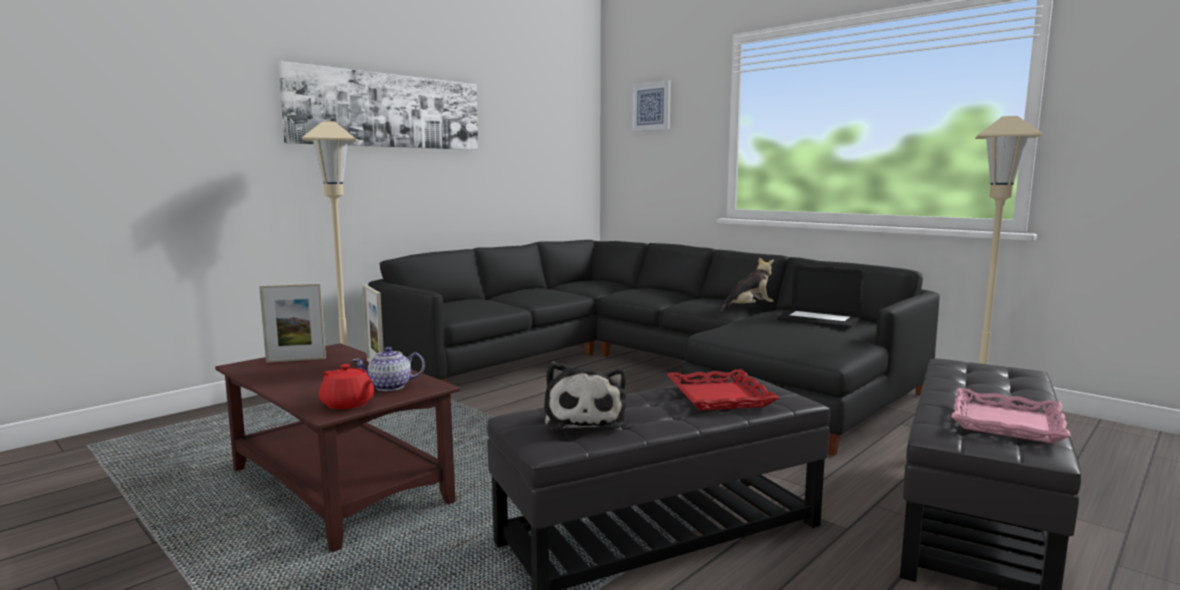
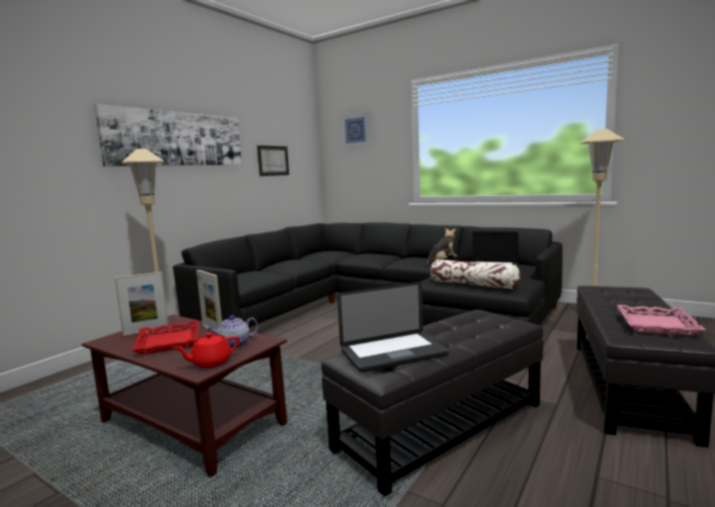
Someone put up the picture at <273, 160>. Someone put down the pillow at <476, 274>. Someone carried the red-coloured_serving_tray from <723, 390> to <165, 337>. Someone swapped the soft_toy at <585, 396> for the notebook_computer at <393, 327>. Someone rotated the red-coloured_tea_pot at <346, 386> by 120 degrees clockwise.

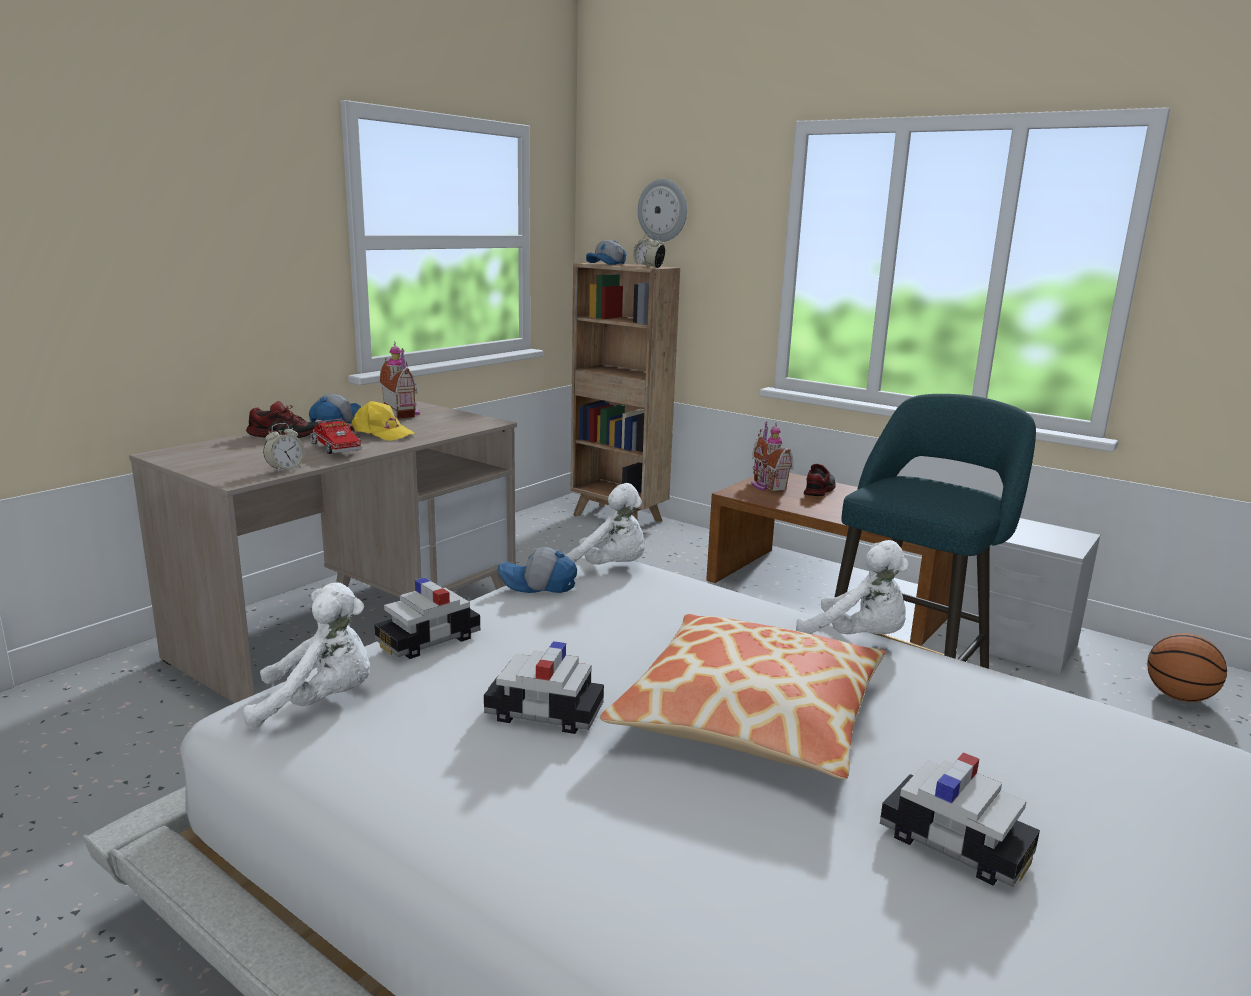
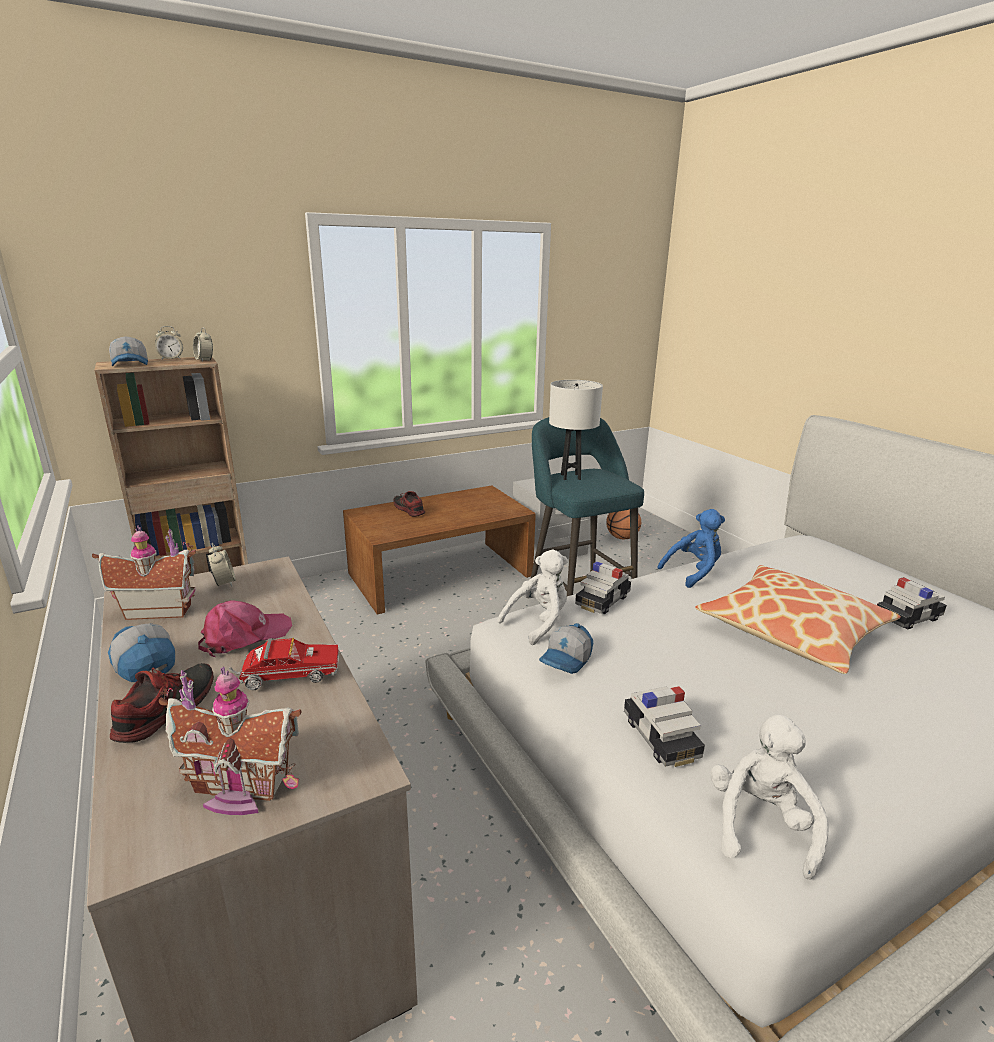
Someone took away the wall_clock at <662, 210>. Someone put down the white_table_lamp at <576, 430>. Someone carried the alarm_clock from <284, 448> to <221, 565>. Someone carried the miniature_car from <544, 687> to <603, 587>. Someone carried the model_house from <772, 456> to <230, 741>. Someone repainted the yellowish_baseball_cap at <383, 421>, which became the pinkish_baseball_cap at <245, 628>. Someone repainted the white_soft_toy at <852, 587>, which became the blue-coloured_soft_toy at <691, 548>.

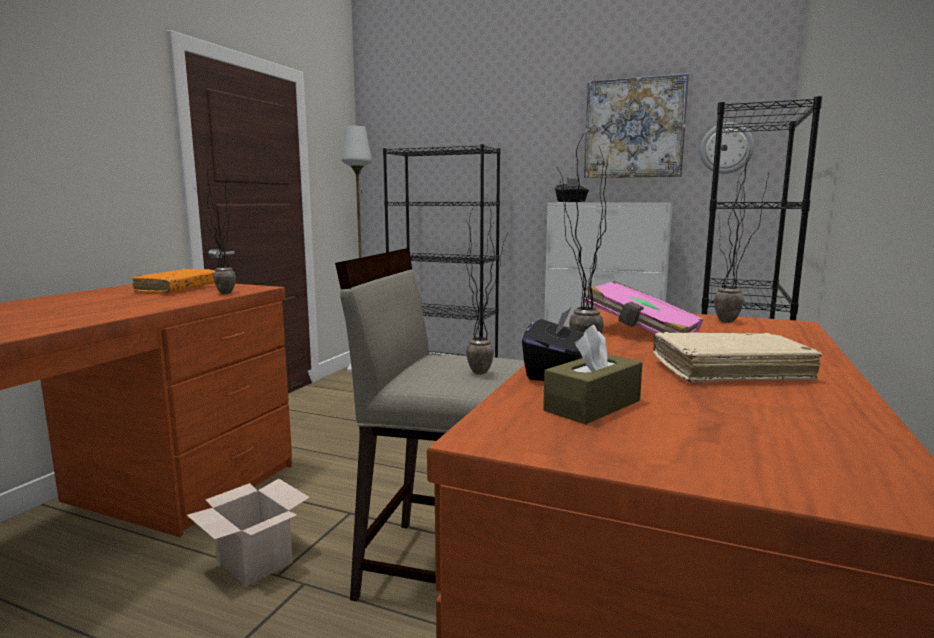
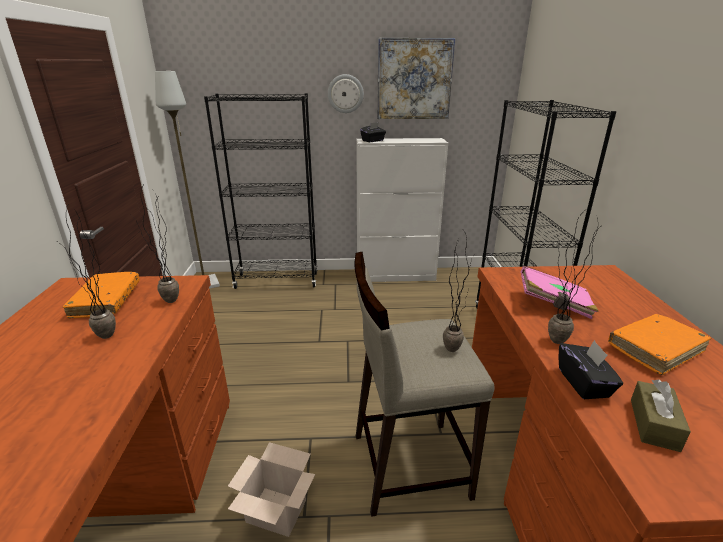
Someone carried the wall_clock from <727, 148> to <346, 93>. Someone carried the houseplant from <741, 235> to <87, 272>. Someone repainted the sand-coloured_volume at <737, 357>, which became the orangey_volume at <659, 344>.

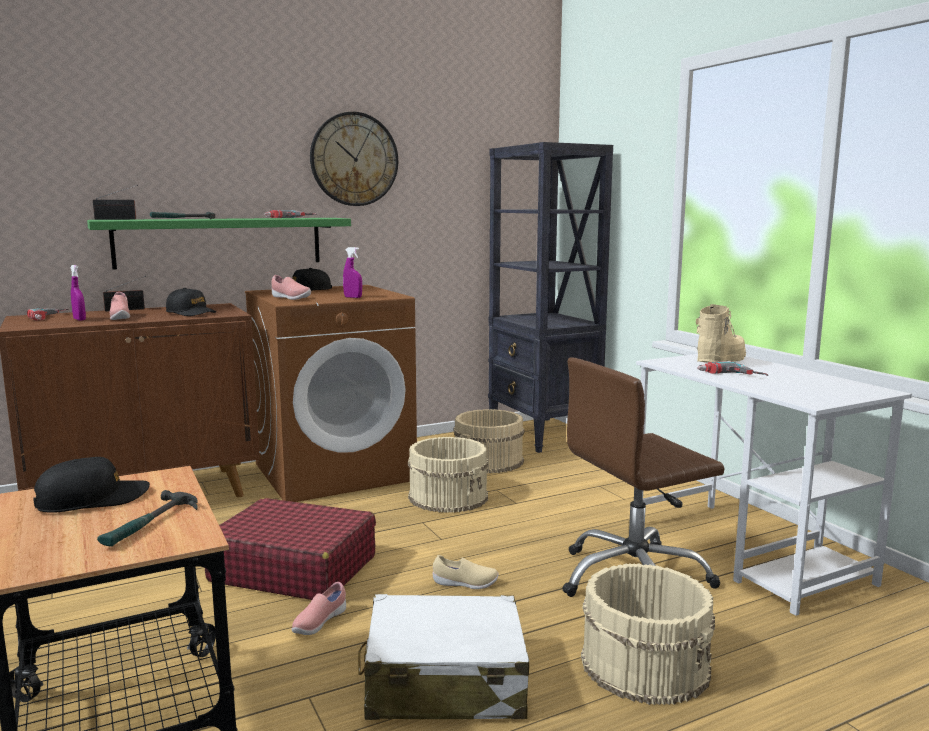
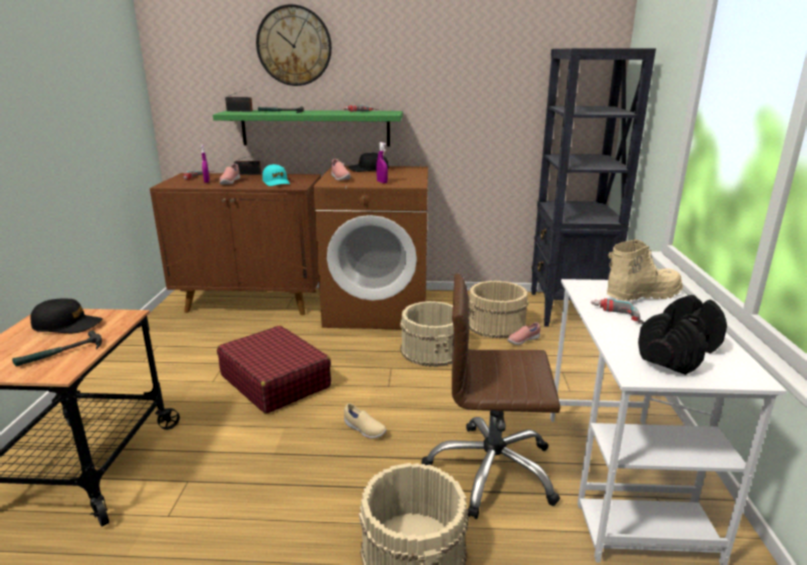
Someone took away the white_travel_case at <443, 657>. Someone put down the blackish_free_weight at <682, 335>. Someone carried the pinkish_item_of_footwear from <318, 608> to <524, 333>. Someone carried the wall_clock from <354, 159> to <294, 45>. Someone repainted the blackish_baseball_cap at <191, 302>, which became the turquoise_baseball_cap at <276, 175>.

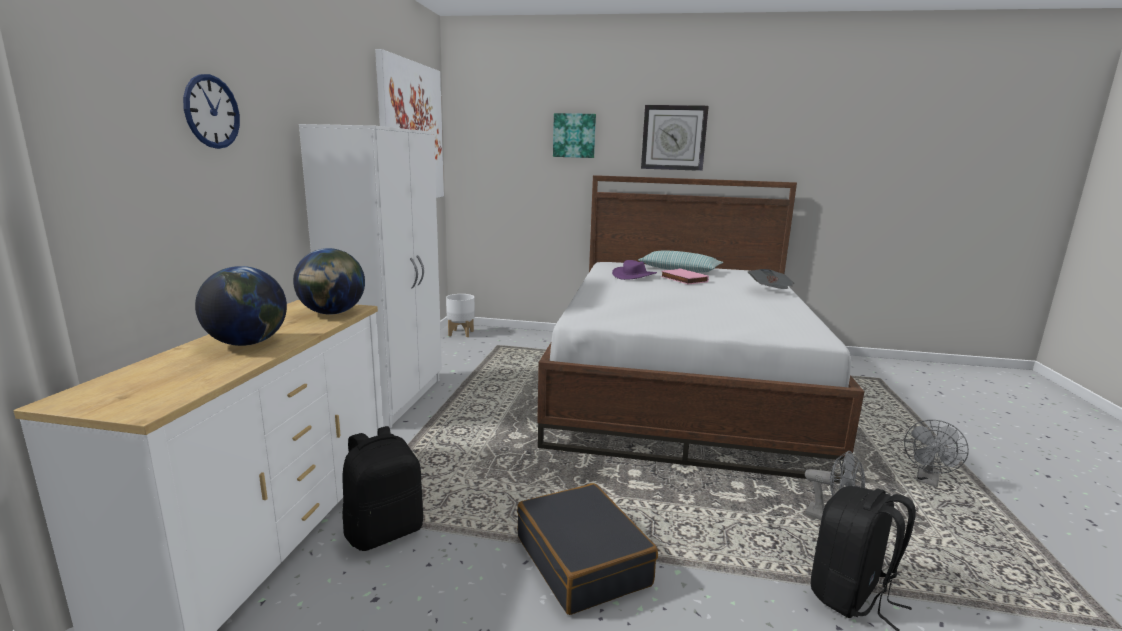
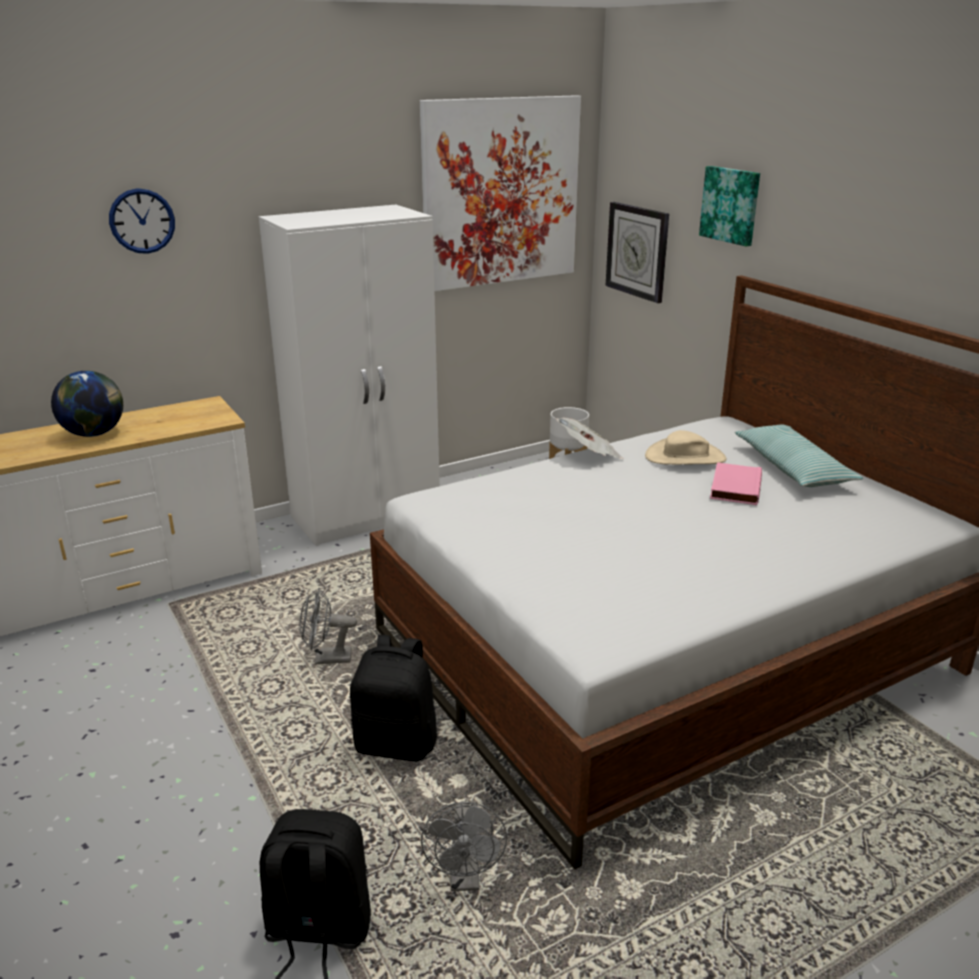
Someone took away the globe at <329, 281>. Someone took away the blackish_travel_case at <587, 549>. Someone carried the blackish_knapsack from <383, 488> to <393, 698>. Someone carried the wall_clock from <675, 138> to <637, 252>. Someone carried the newspaper from <771, 279> to <590, 438>. Someone carried the gray_cooling_fan from <936, 453> to <328, 626>. Someone repainted the purplish_clothing_hat at <634, 270>, which became the sand-coloured_clothing_hat at <685, 447>.

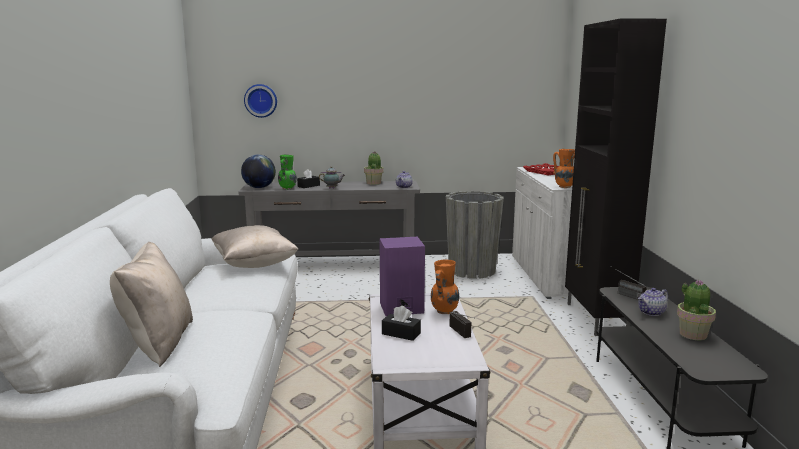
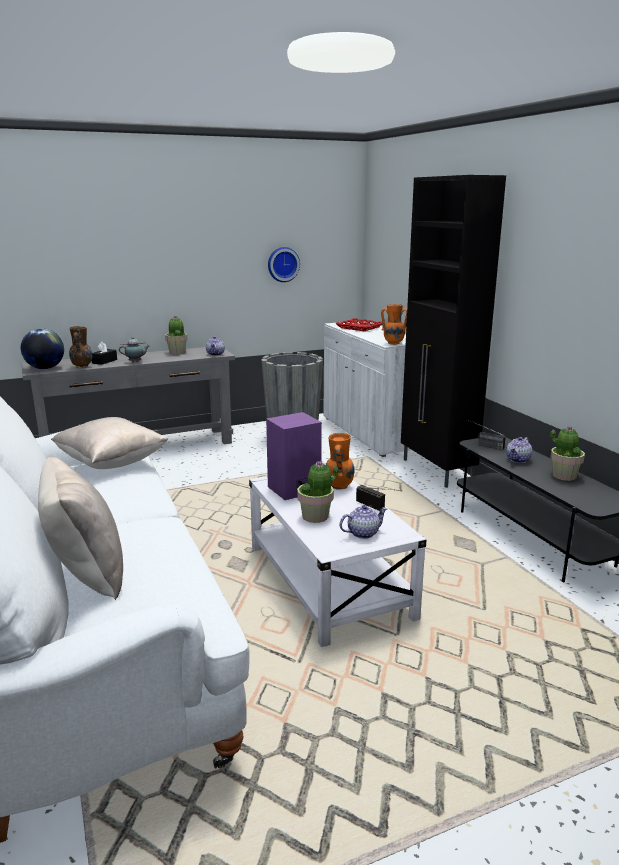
Someone put down the tea_pot at <364, 522>. Someone carried the wall_clock from <260, 101> to <284, 264>. Someone swapped the blackish_tissue_box at <401, 323> for the houseplant at <318, 492>. Someone repainted the green_flower_vase at <287, 172>, which became the brown_flower_vase at <80, 347>.

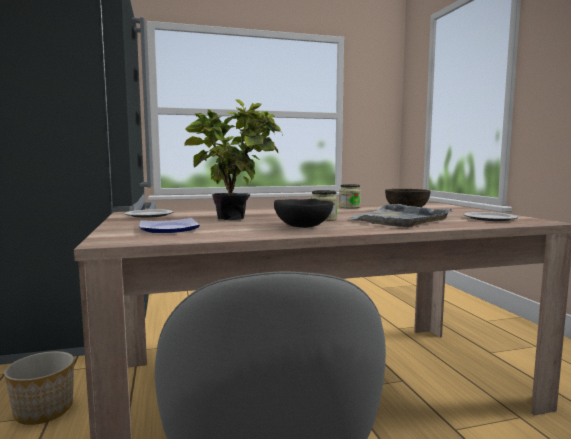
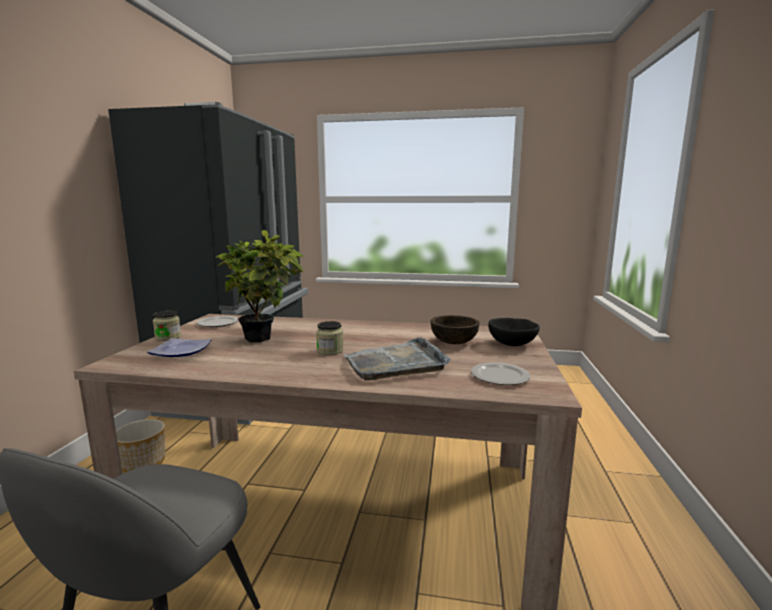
Someone carried the blackish_bowl from <303, 213> to <514, 332>. Someone carried the jar from <350, 196> to <167, 326>.

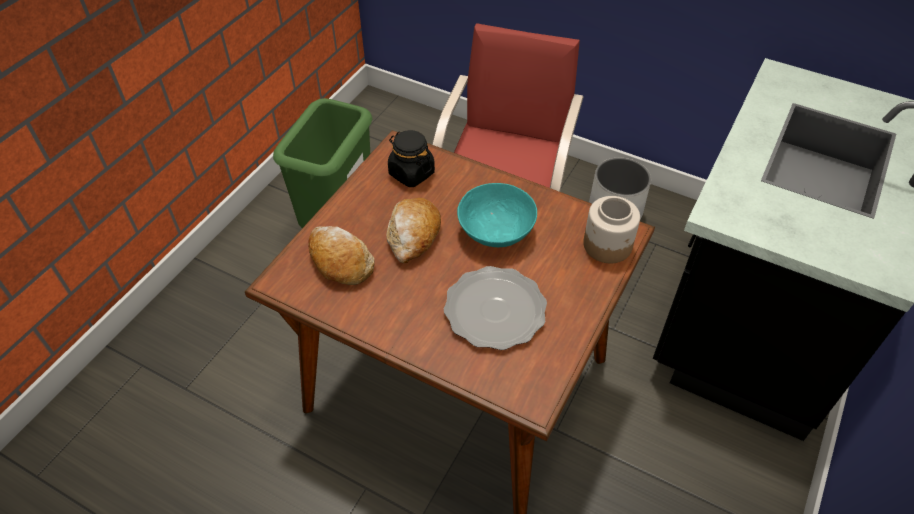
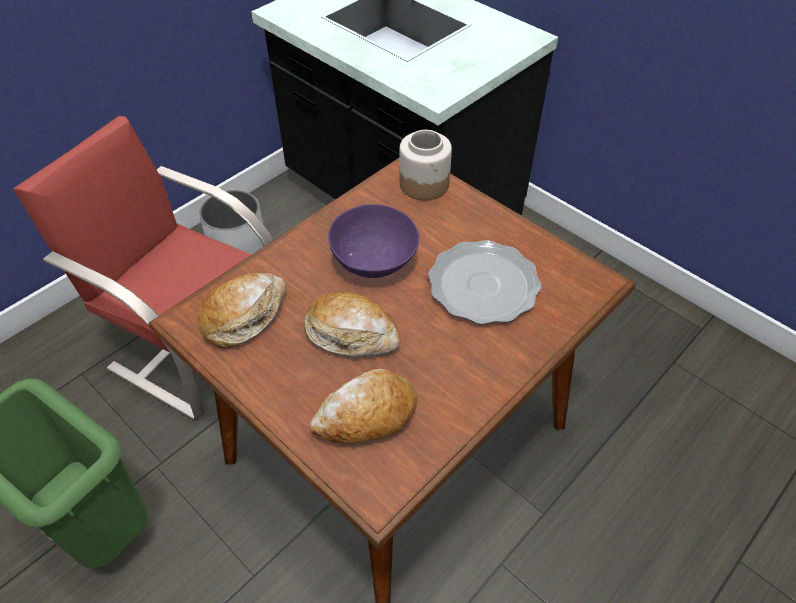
Someone swapped the blackish_jar at <411, 158> for the bakery_bread at <242, 310>. Someone repainted the turquoise_bowl at <497, 215>, which became the purplish_bowl at <373, 241>.

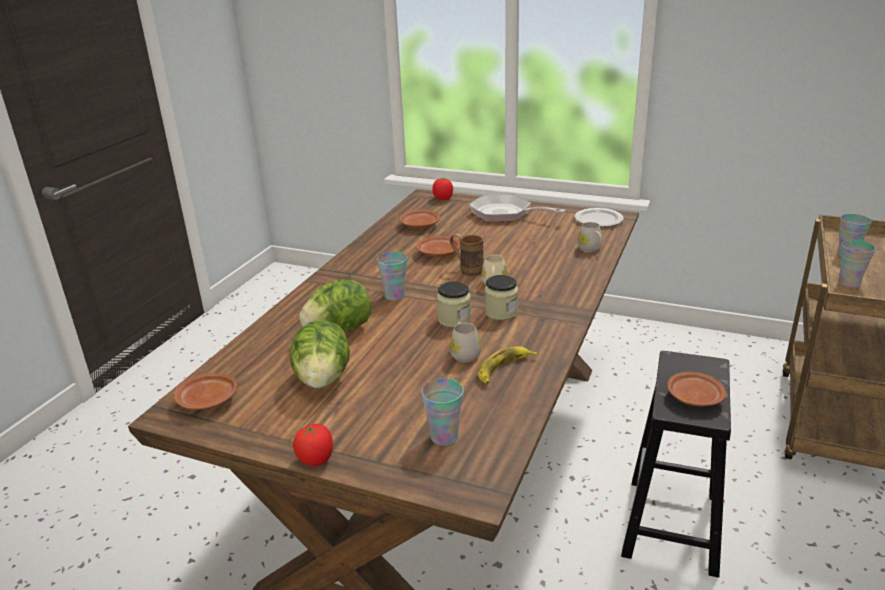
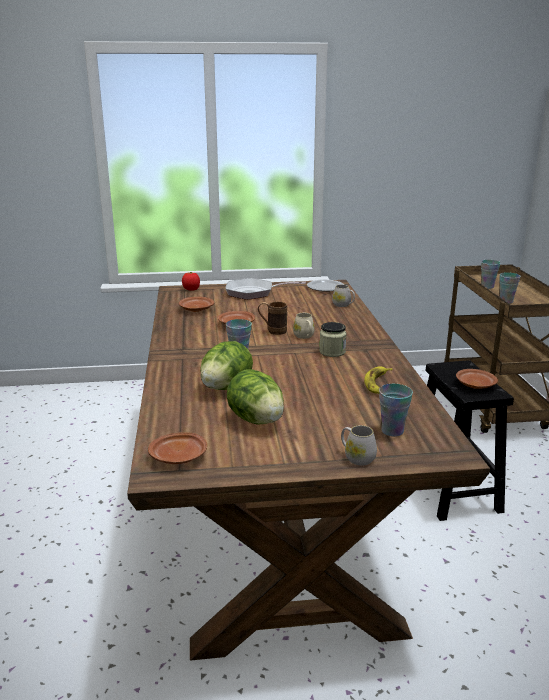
Someone took away the whole_tomato at <313, 444>. Someone took away the jar at <454, 305>. Someone carried the white_mug from <465, 342> to <359, 445>.

